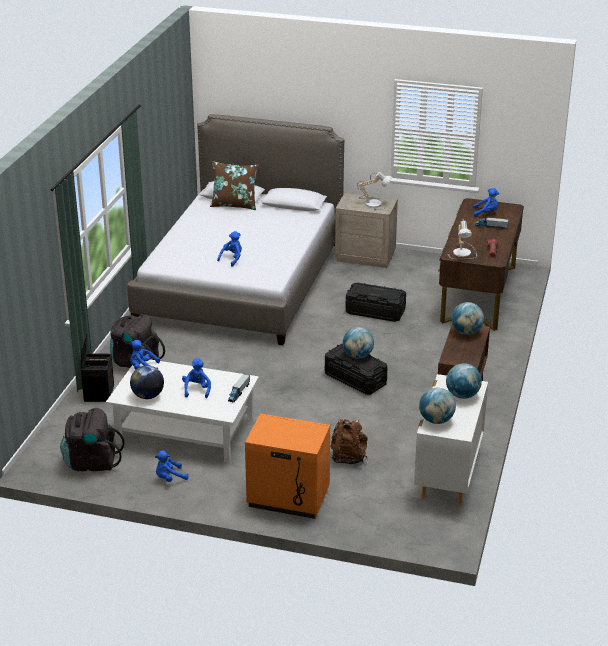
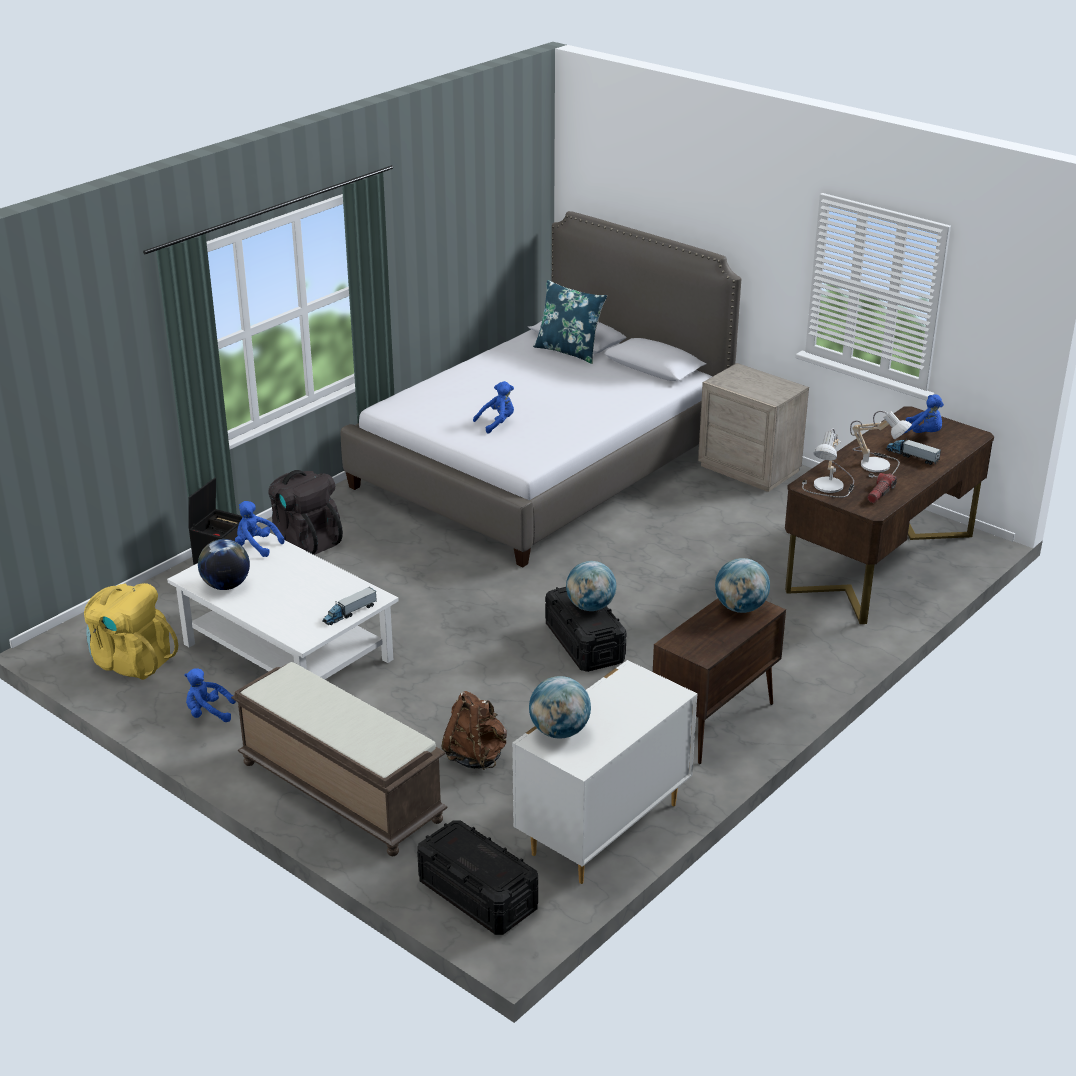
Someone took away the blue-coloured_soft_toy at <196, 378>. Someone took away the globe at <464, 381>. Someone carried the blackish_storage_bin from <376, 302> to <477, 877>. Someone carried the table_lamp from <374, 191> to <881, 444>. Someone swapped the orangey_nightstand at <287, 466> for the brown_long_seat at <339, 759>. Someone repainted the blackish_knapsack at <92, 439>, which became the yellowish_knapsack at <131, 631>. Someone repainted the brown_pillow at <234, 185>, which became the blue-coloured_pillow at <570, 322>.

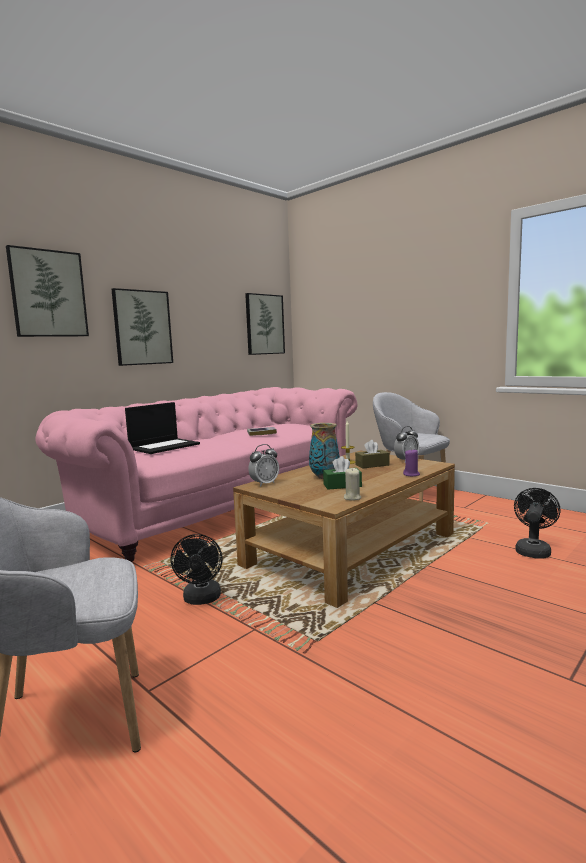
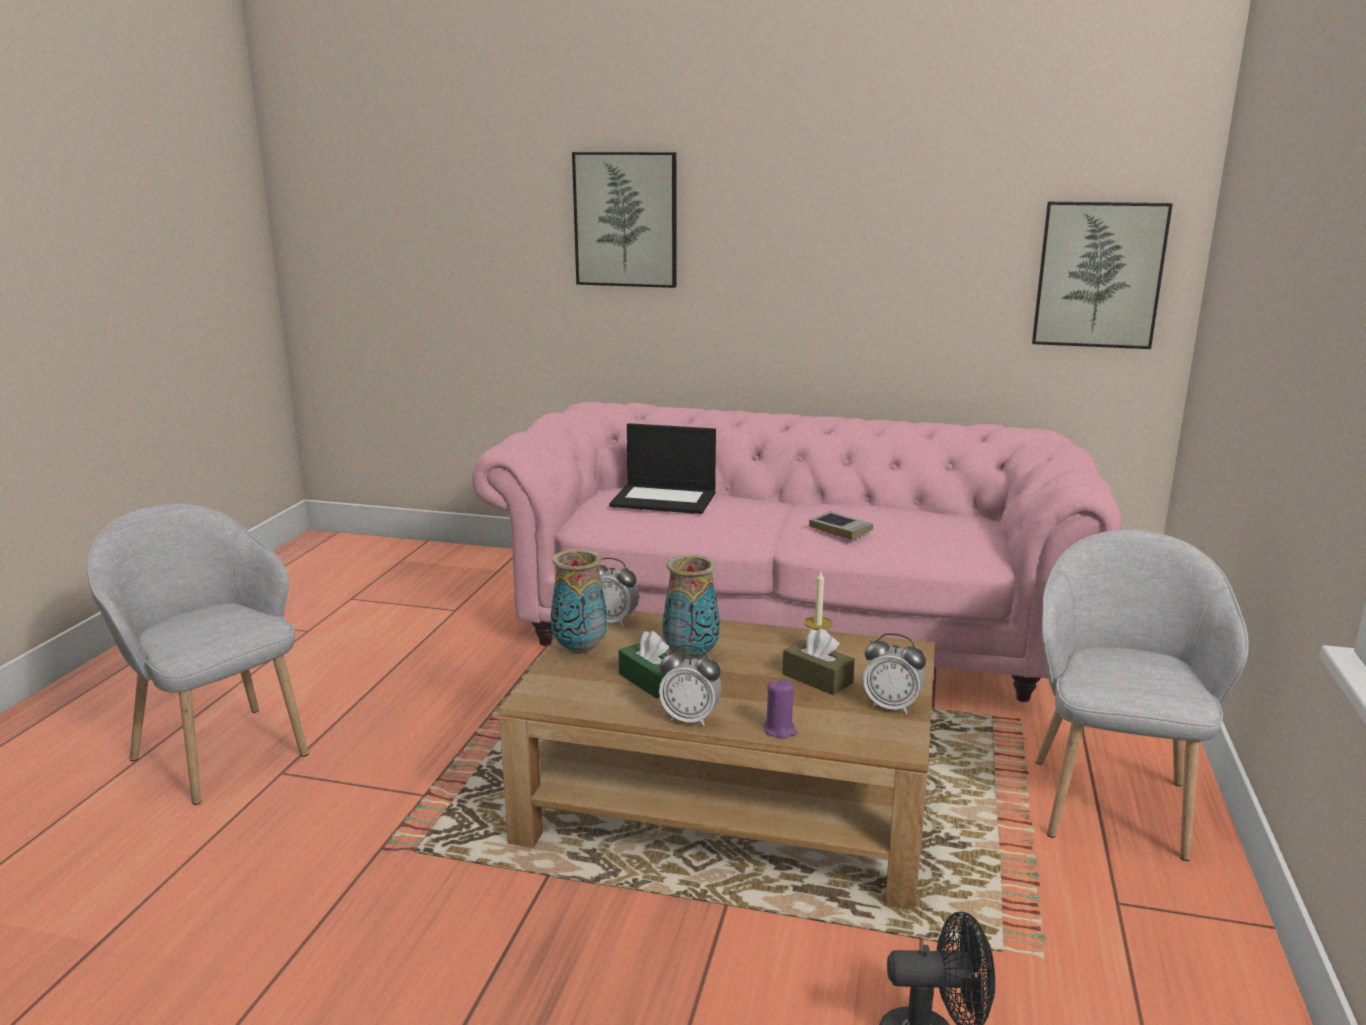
Someone took away the picture at <142, 327>. Someone took away the blackish_cooling_fan at <197, 569>. Someone took away the sand-coloured_candle at <352, 484>. Someone put down the flower_vase at <579, 601>. Someone put down the alarm_clock at <690, 686>.

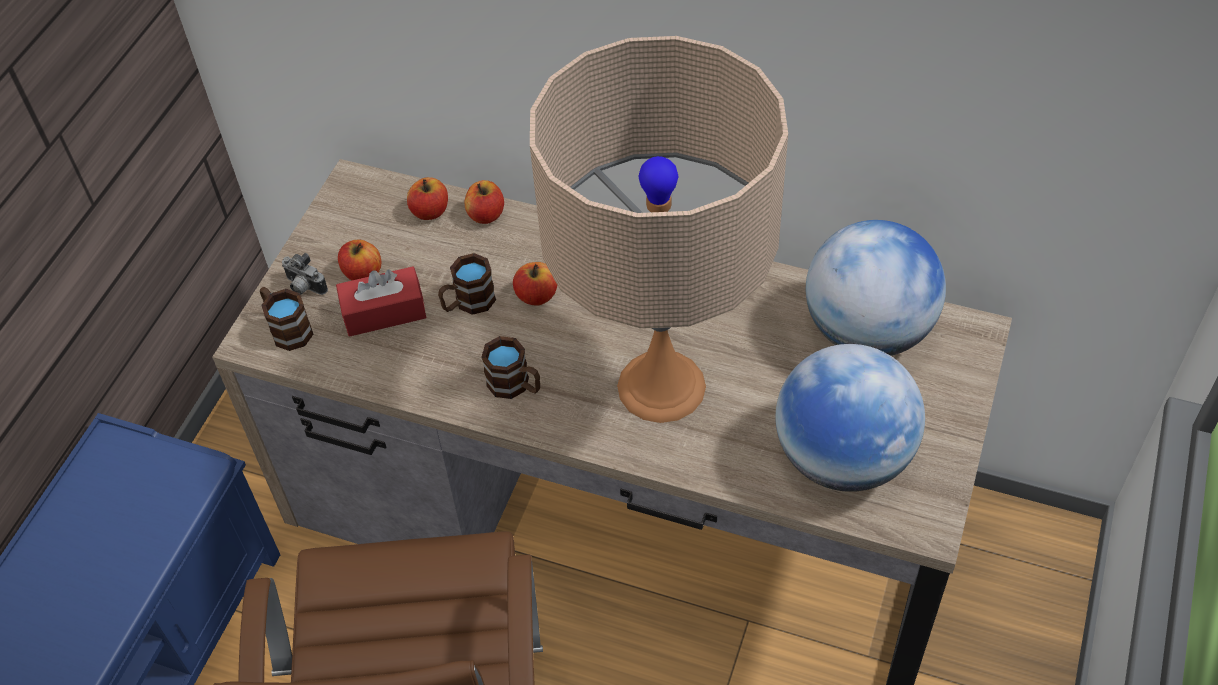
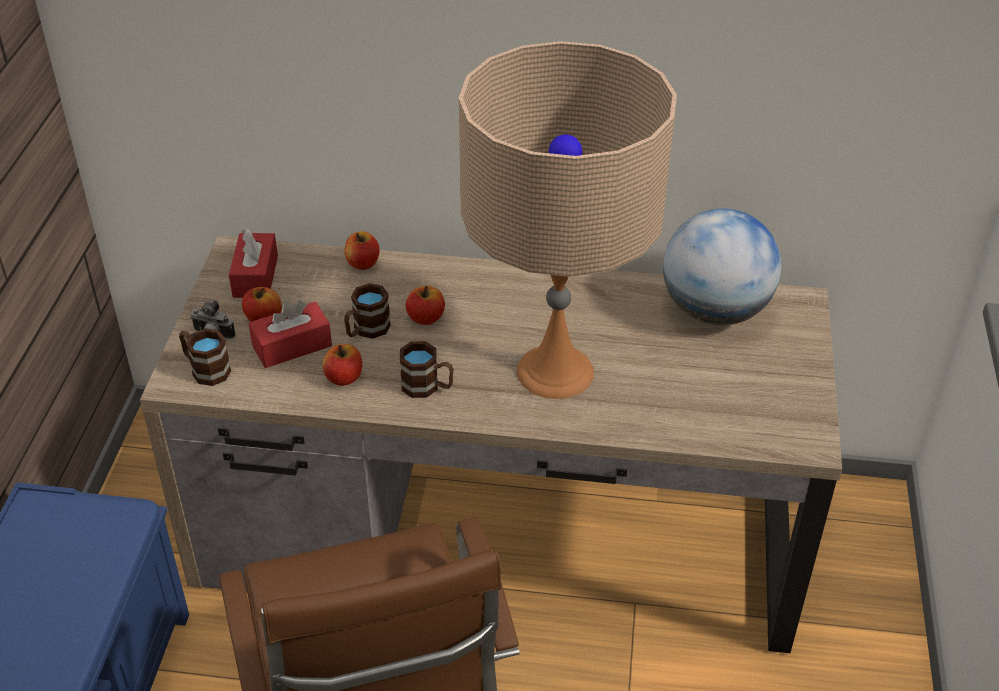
Someone took away the globe at <850, 418>. Someone put down the red-coloured_tissue_box at <253, 263>. Someone carried the apple_fruit from <427, 198> to <342, 365>.

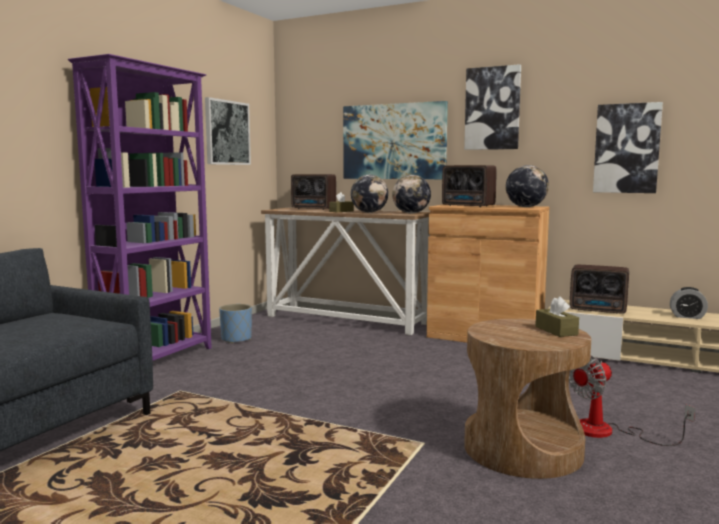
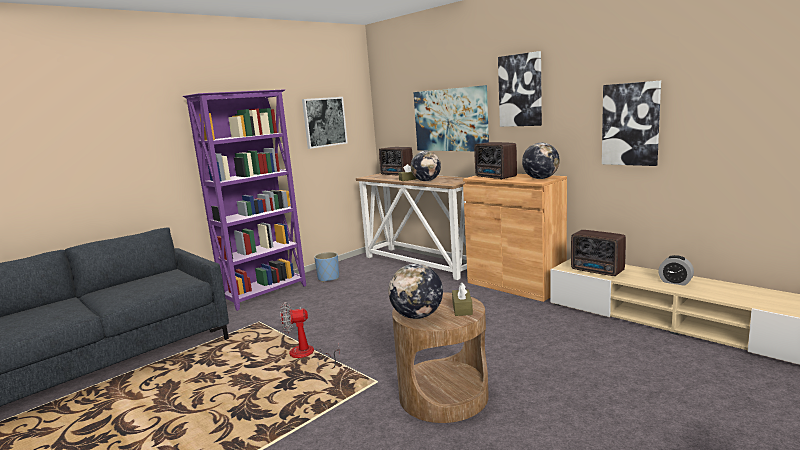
Someone carried the globe from <411, 194> to <415, 291>. Someone carried the cooling_fan from <632, 400> to <310, 335>.

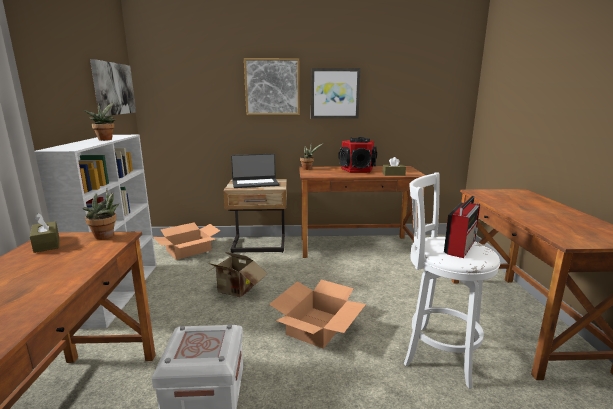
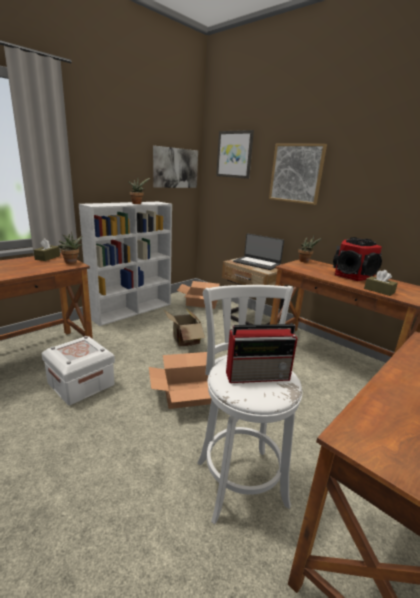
Someone carried the picture from <336, 93> to <235, 154>.

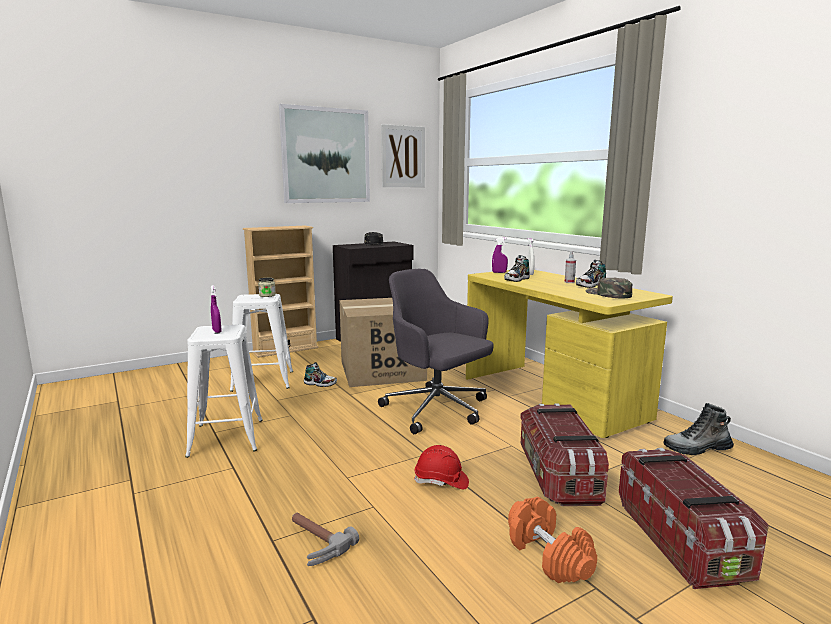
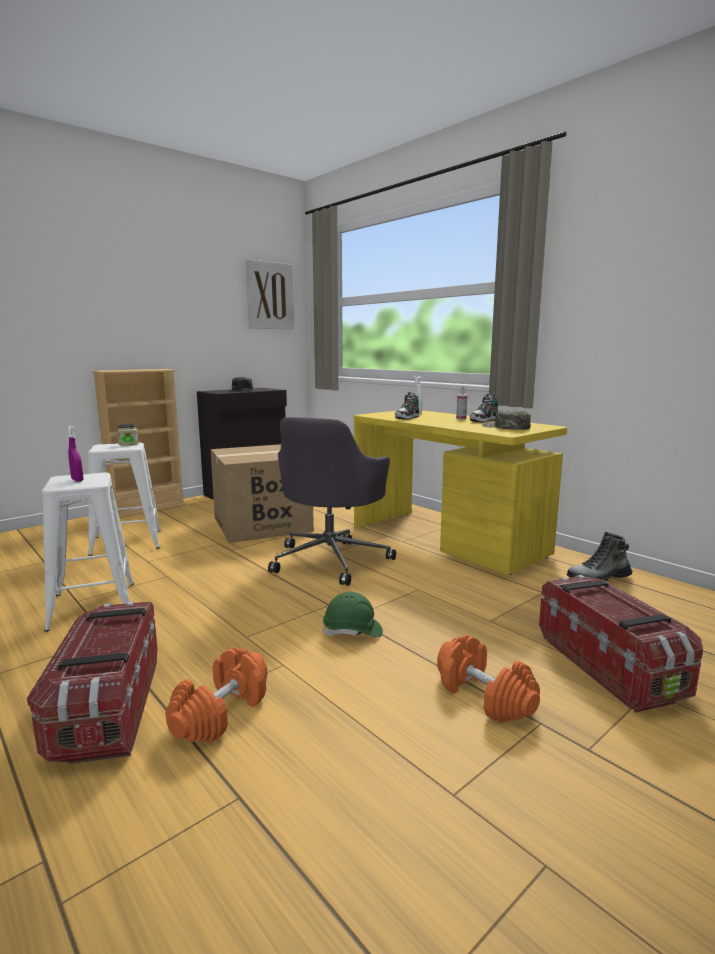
Someone took away the picture at <324, 153>. Someone took away the item_of_footwear at <320, 374>. Someone took away the purplish_spray_bottle at <500, 255>. Someone carried the storage_bin from <564, 455> to <92, 682>. Someone swapped the hammer at <325, 539> for the orangey_free_weight at <216, 695>. Someone repainted the red-coloured_hard_hat at <441, 467>, which became the green_hard_hat at <352, 614>. Someone rotated the gray_desk_chair at <436, 351> by 105 degrees counterclockwise.

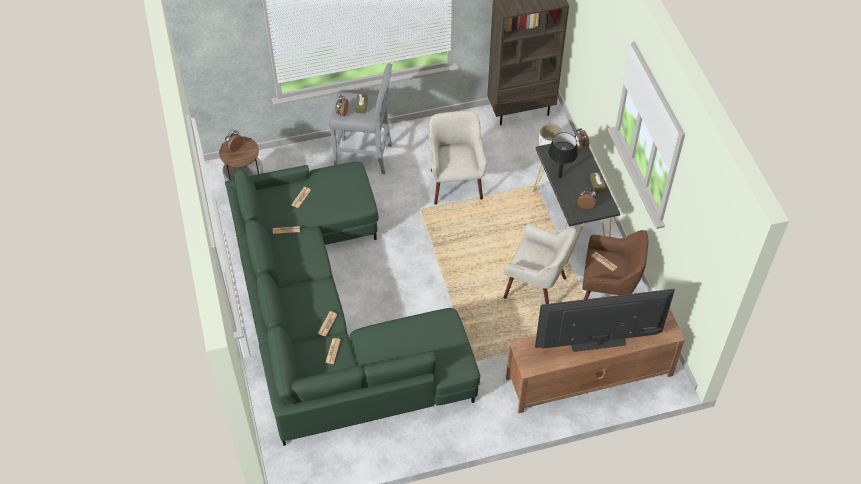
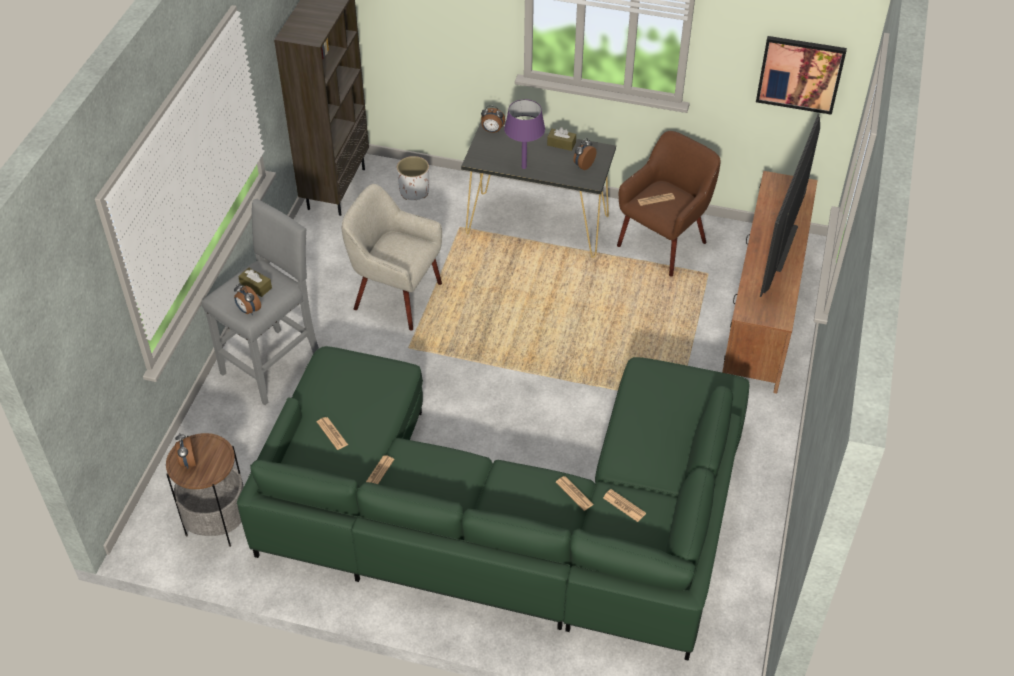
Someone took away the sand-coloured_easy_chair at <540, 264>. Someone put up the picture at <801, 75>. Someone repainted the blackish_table_lamp at <563, 155>, which became the purplish_table_lamp at <524, 134>.

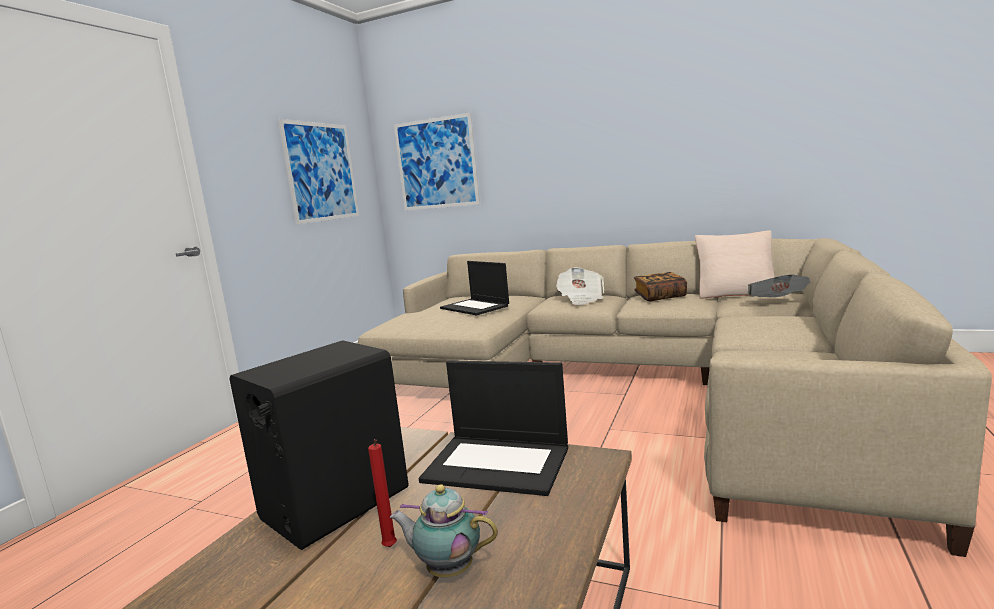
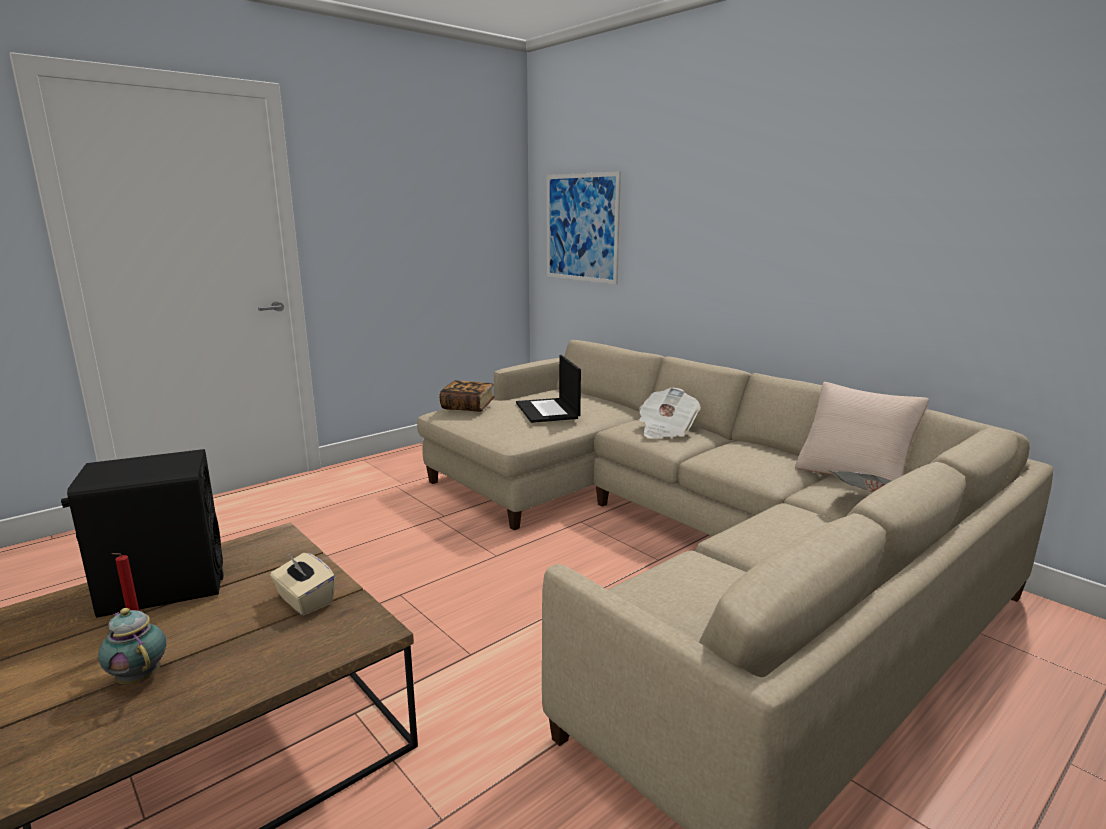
Someone took away the picture at <318, 172>. Someone carried the volume from <660, 286> to <467, 396>. Someone swapped the notebook_computer at <493, 428> for the sand-coloured_tissue_box at <303, 584>.

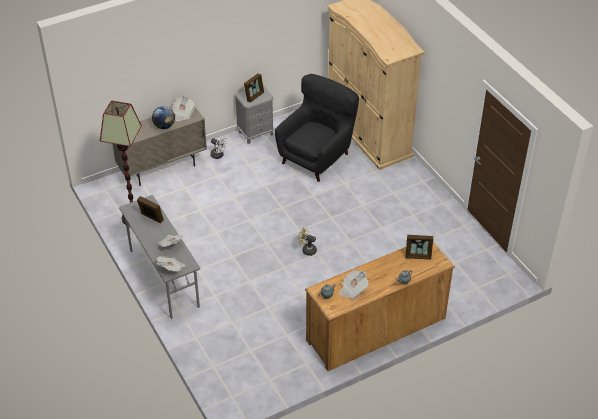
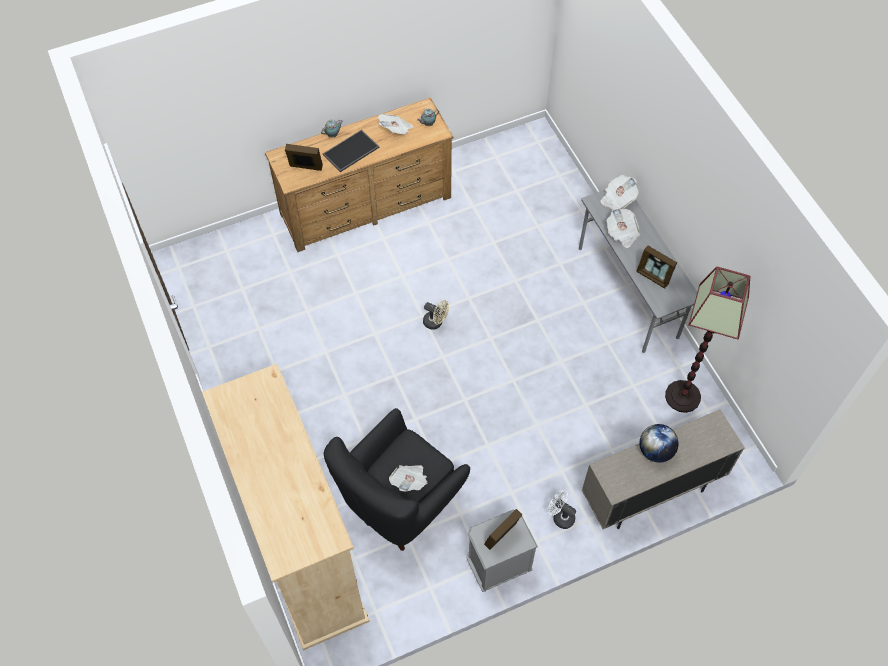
Someone put down the serving_tray at <351, 151>. Someone carried the newspaper from <183, 108> to <408, 478>.

